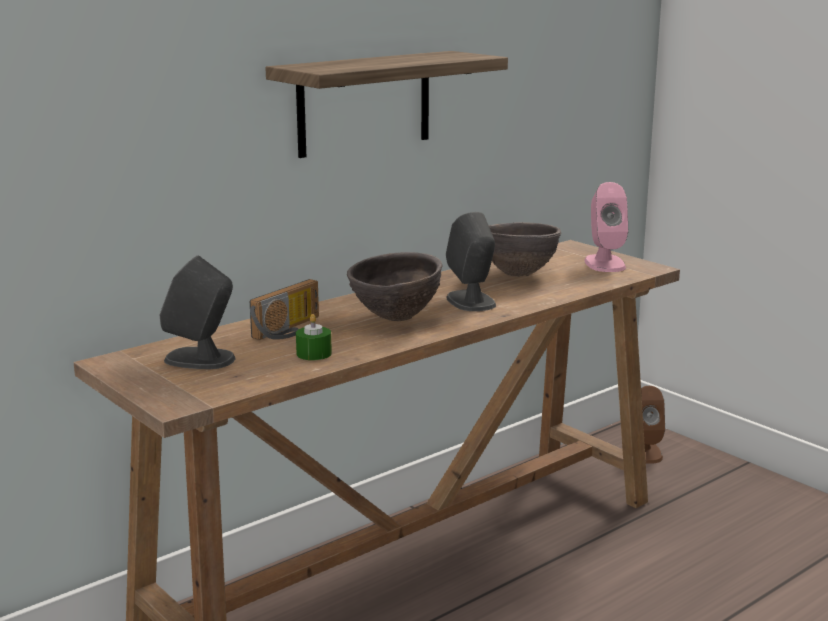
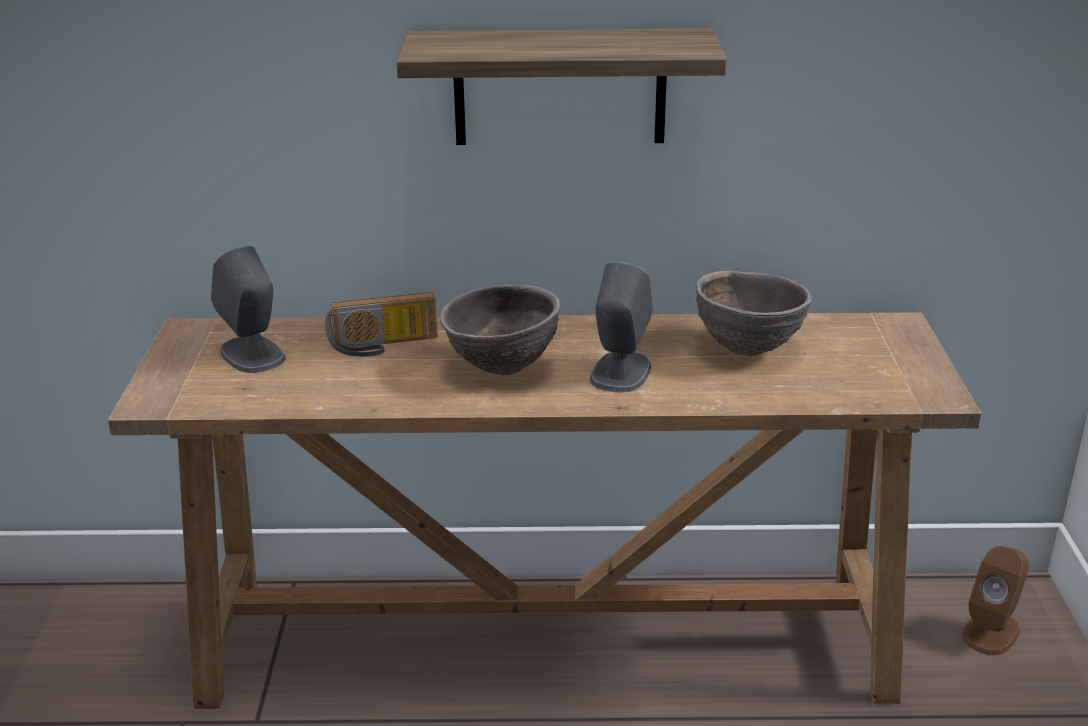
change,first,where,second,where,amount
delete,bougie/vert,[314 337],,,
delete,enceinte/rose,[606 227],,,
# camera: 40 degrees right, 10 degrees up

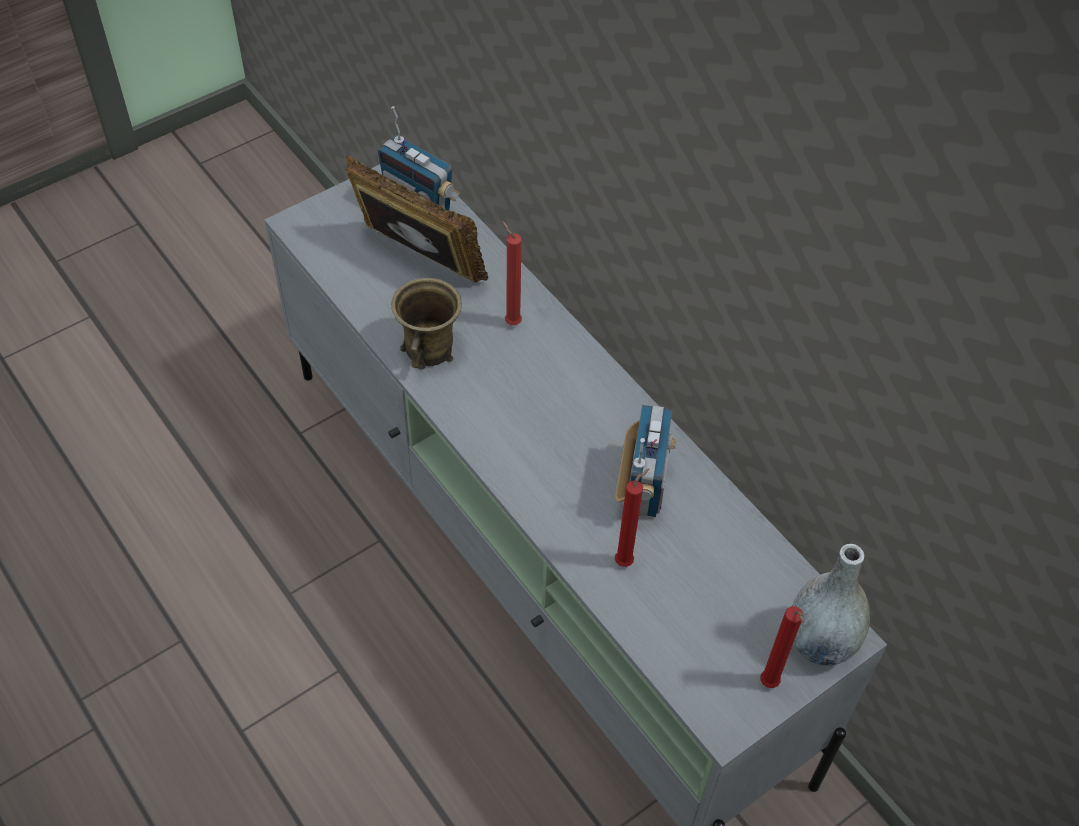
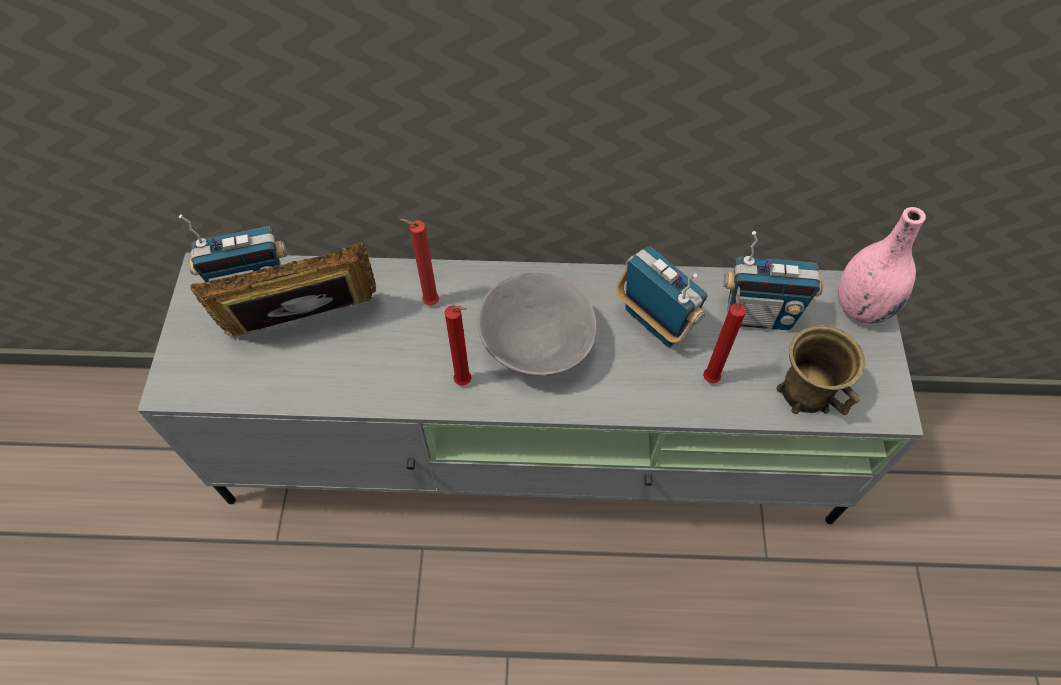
change,first,where,second,where,amount
move,bougie/rouge,[782 647],,[457 345],
insert,,,bol/gris,[537 323],
insert,,,radio,[773 280],
move,mug/marron,[426 324],,[821 370],
recolor,vase/gris,[831 605],vase/rose,[882 265],
# camera: 50 degrees left, 5 degrees up

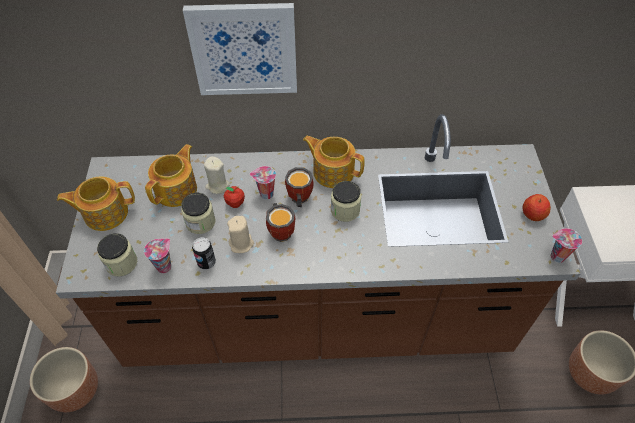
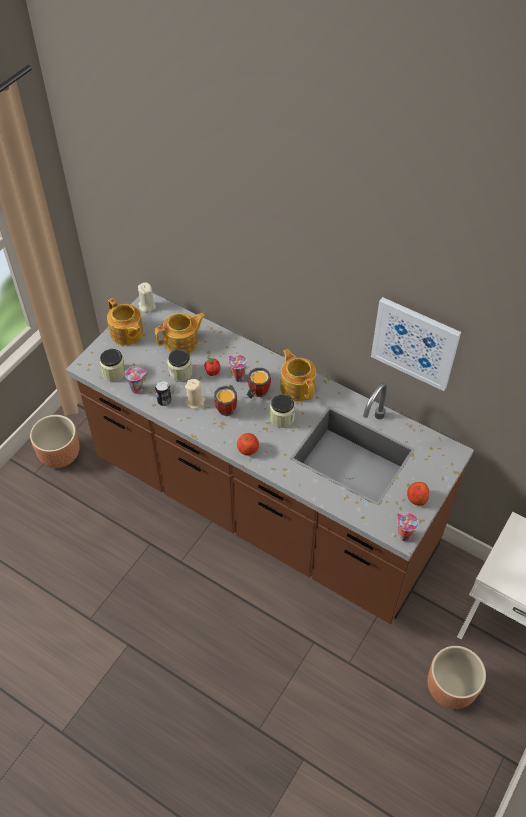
change,first,where,second,where,amount
rotate,théière,[96 204],,[125 321],150 degrees counterclockwise
move,bougie/beige,[217 175],,[147 297],
insert,,,pomme,[248 444],
move,tableau,[240 49],,[416 344],
# camera: 35 degrees right, 0 degrees up

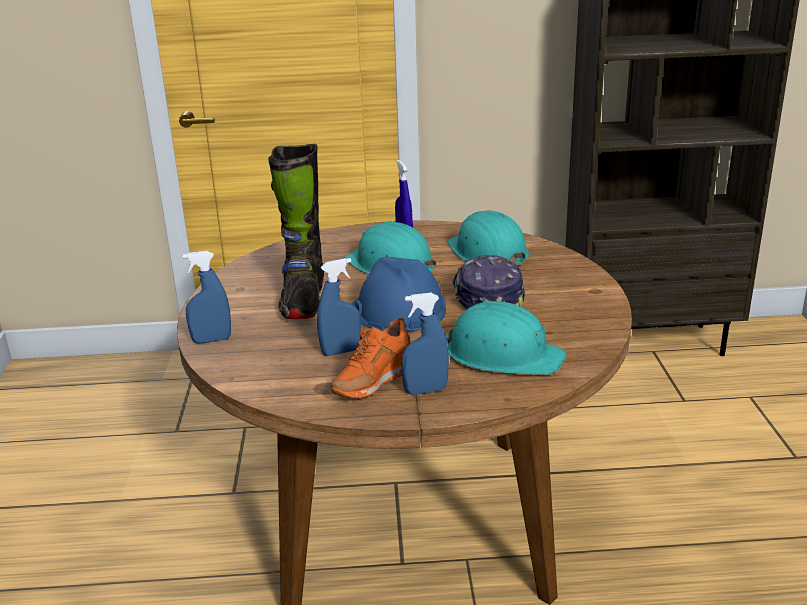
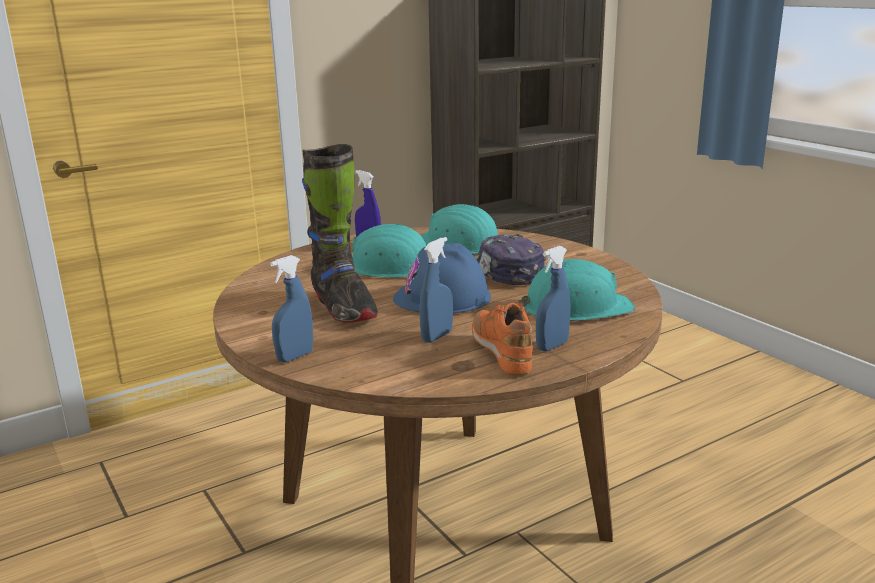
change,first,where,second,where,amount
rotate,chaussure/orange,[370 358],,[502 338],150 degrees clockwise
# camera: 30 degrees left, 5 degrees down

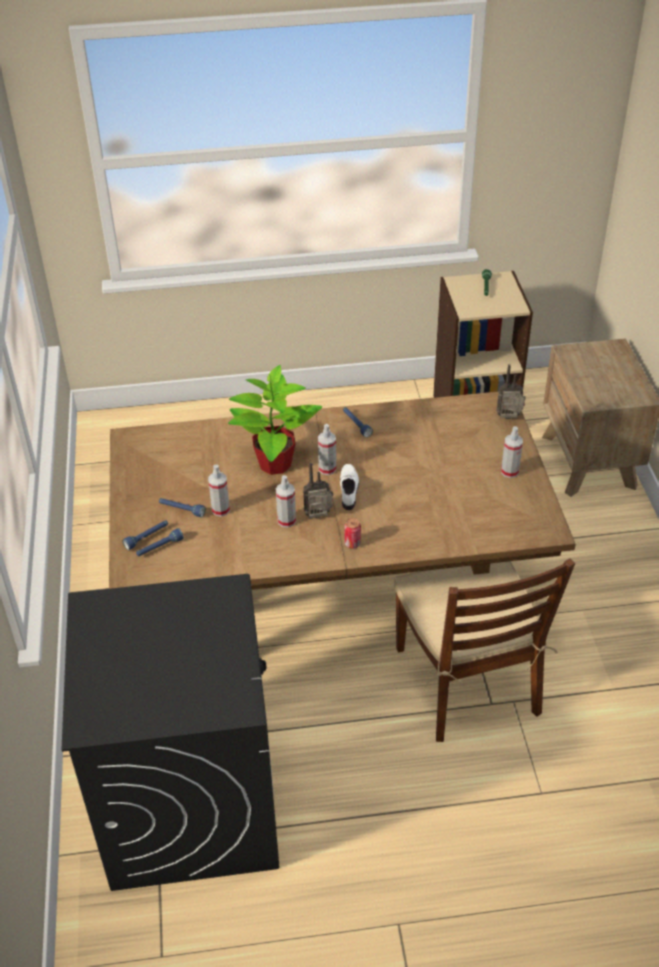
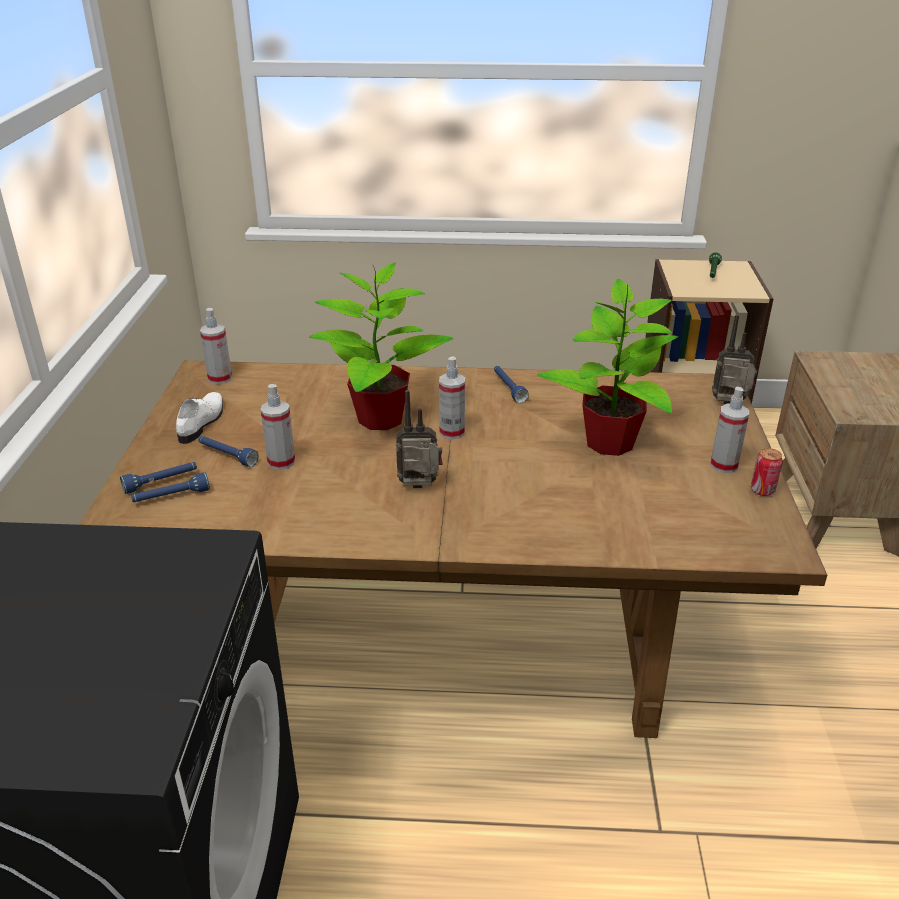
change,first,where,second,where,amount
move,chaussure/blanc,[349 487],,[199 418],
move,vaporisateur,[286 501],,[216 346],
insert,,,plante en pot,[608 367],
move,boîte métallique,[352 533],,[767 472],
delete,chaise/marron,[484 650],,,
# camera: 10 degrees right, 10 degrees down

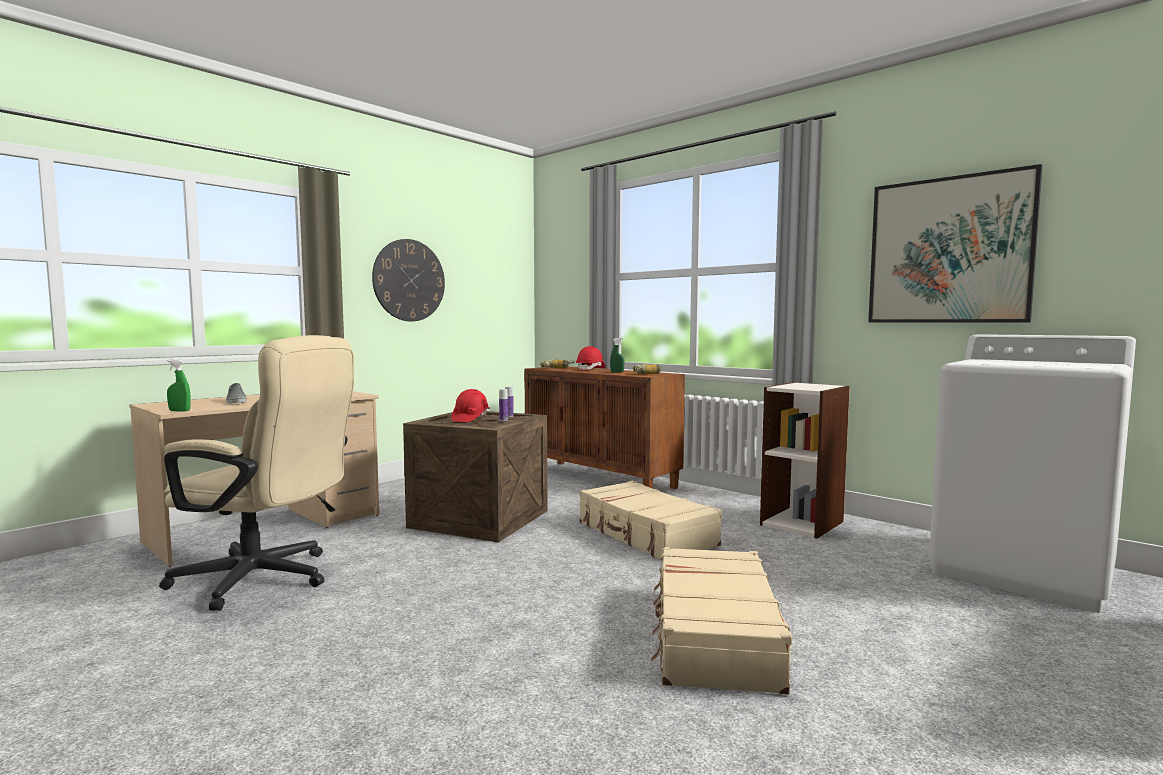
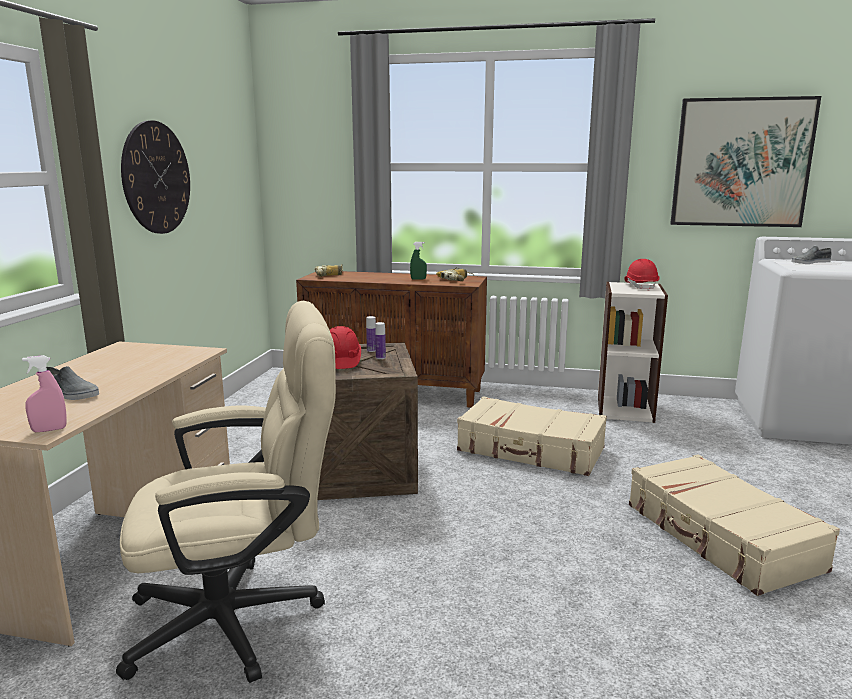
change,first,where,second,where,amount
recolor,vaporisateur/vert,[179 385],vaporisateur/rose,[44 393],
move,casque de chantier/rouge,[591 358],,[642 275],
insert,,,chaussure/gris,[811 255],
# camera: 30 degrees left, 10 degrees up

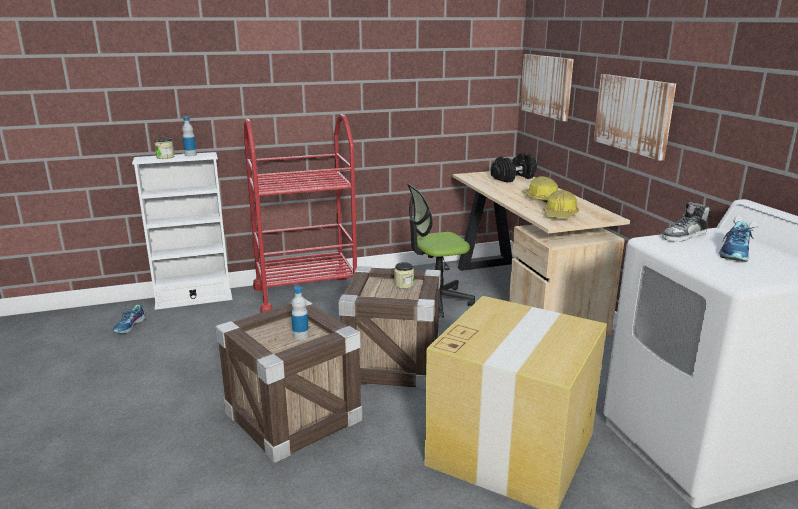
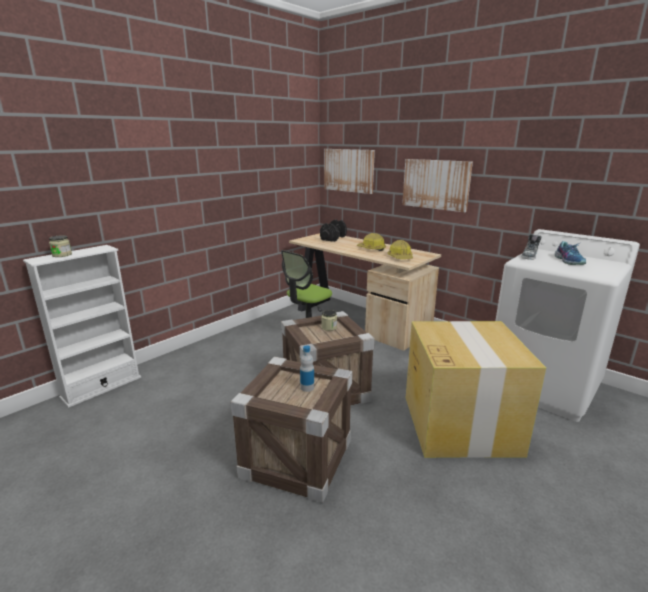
change,first,where,second,where,amount
delete,chaussure,[129 318],,,
delete,bouteille,[189 136],,,
delete,chariot/rouge,[300 213],,,
# camera: 30 degrees left, 0 degrees up

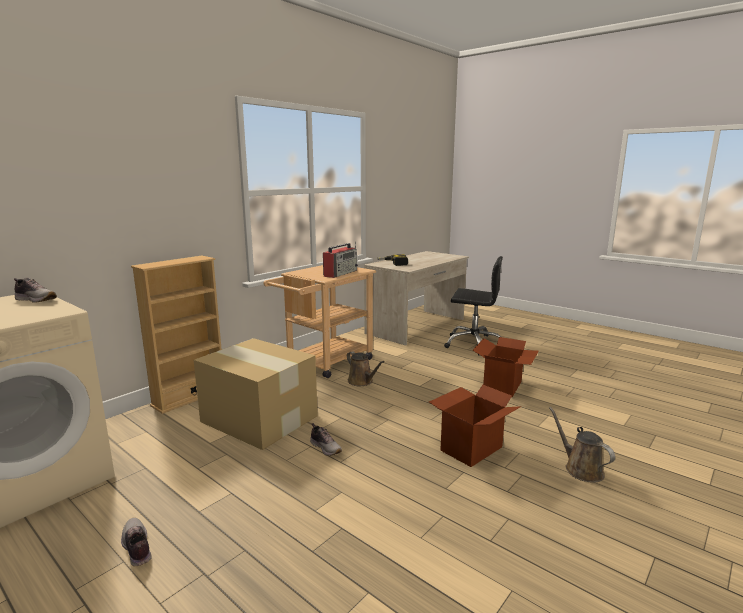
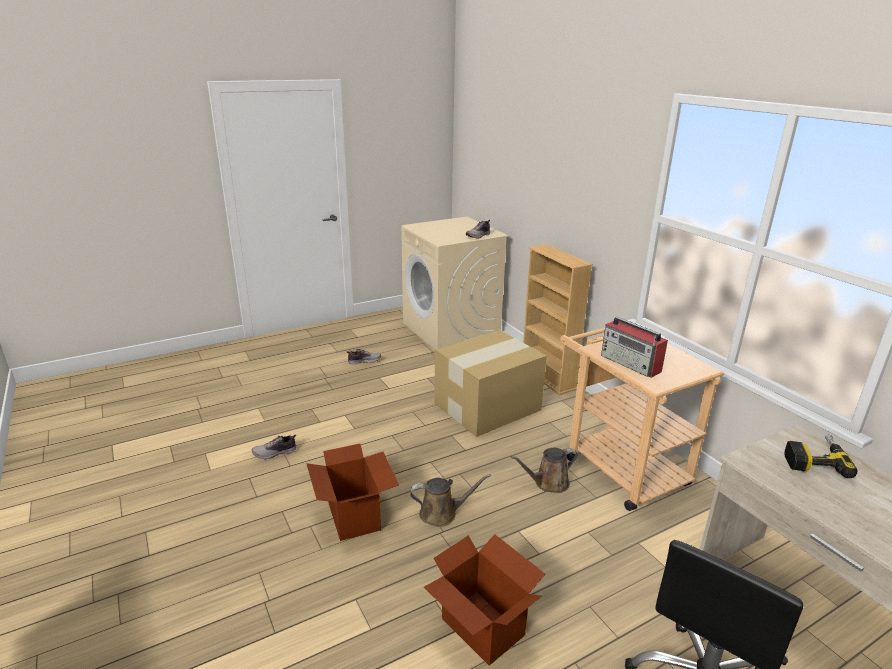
change,first,where,second,where,amount
move,chaussure,[326 439],,[274 447],
move,arrosoir/marron,[582 445],,[450 500],
# camera: 110 degrees right, 10 degrees up

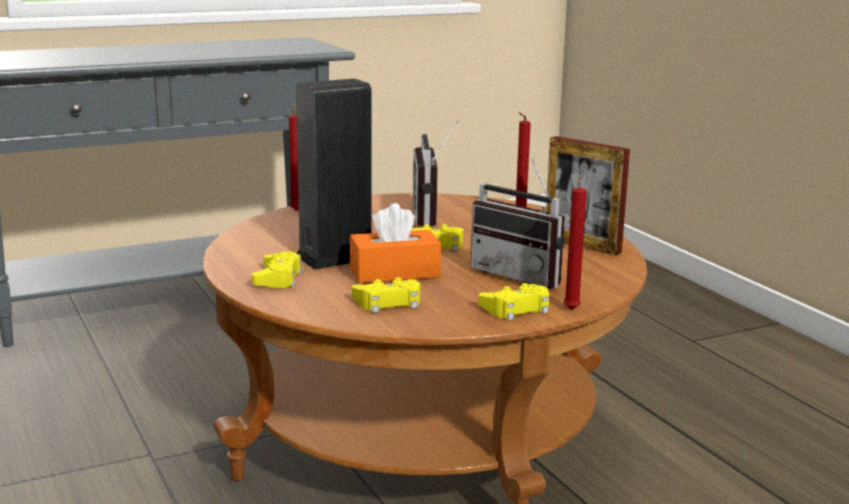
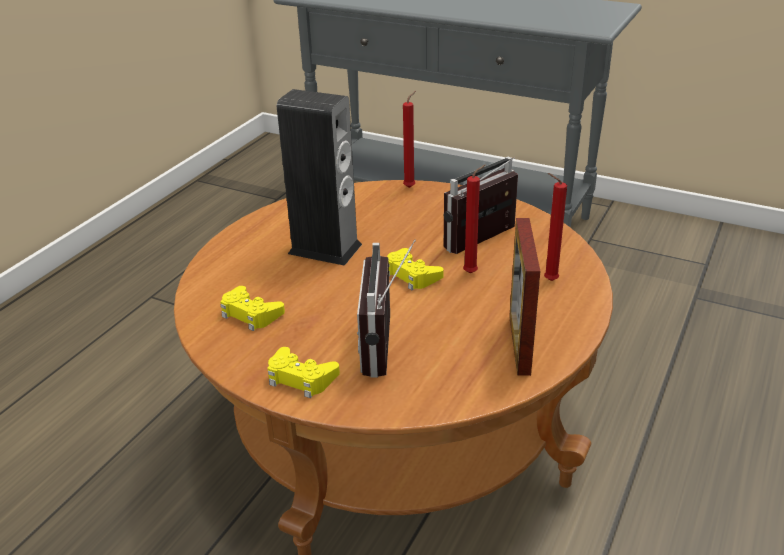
change,first,where,second,where,amount
move,bougie/rouge,[575 241],,[474 219],
delete,manette/jaune,[277 269],,,
delete,boîte à mouchoirs/orange,[395 243],,,
# camera: 55 degrees right, 15 degrees up

